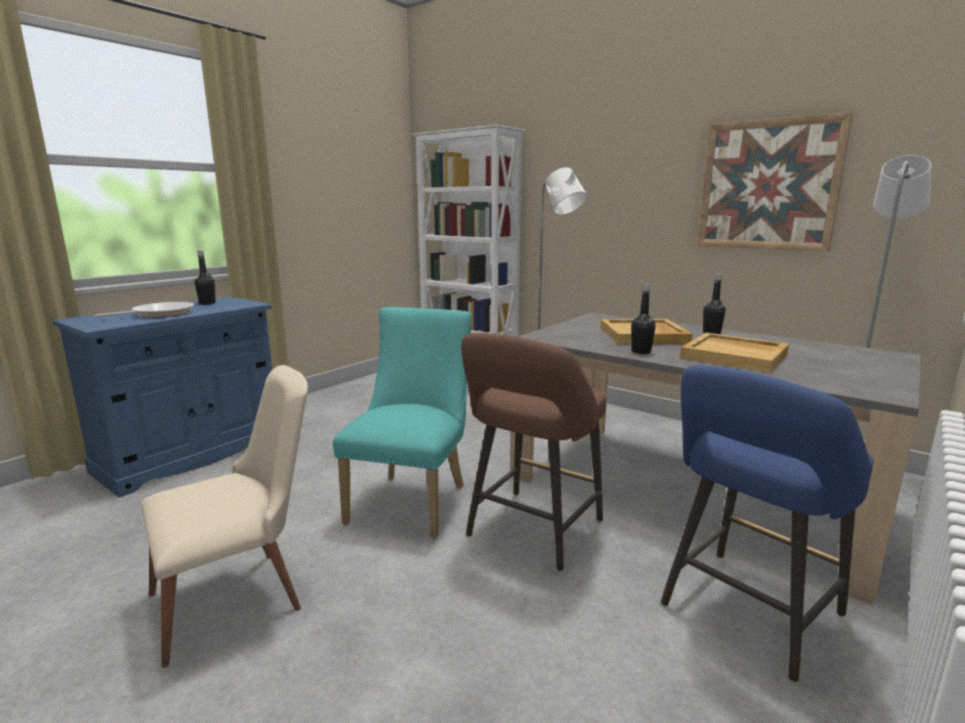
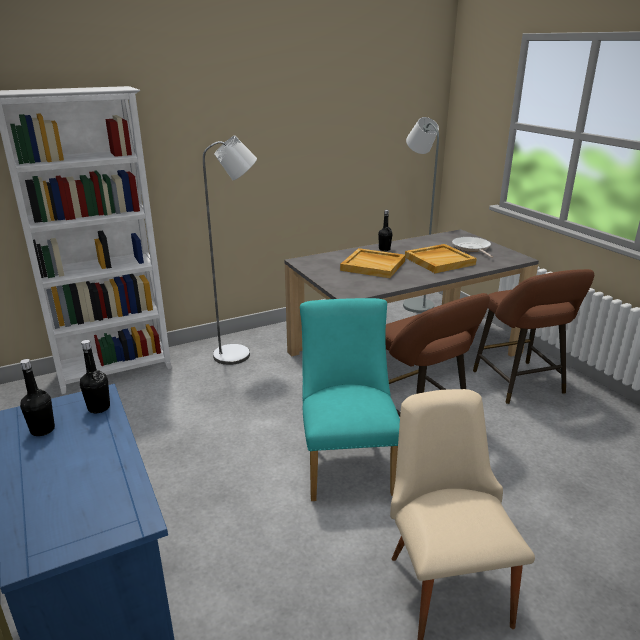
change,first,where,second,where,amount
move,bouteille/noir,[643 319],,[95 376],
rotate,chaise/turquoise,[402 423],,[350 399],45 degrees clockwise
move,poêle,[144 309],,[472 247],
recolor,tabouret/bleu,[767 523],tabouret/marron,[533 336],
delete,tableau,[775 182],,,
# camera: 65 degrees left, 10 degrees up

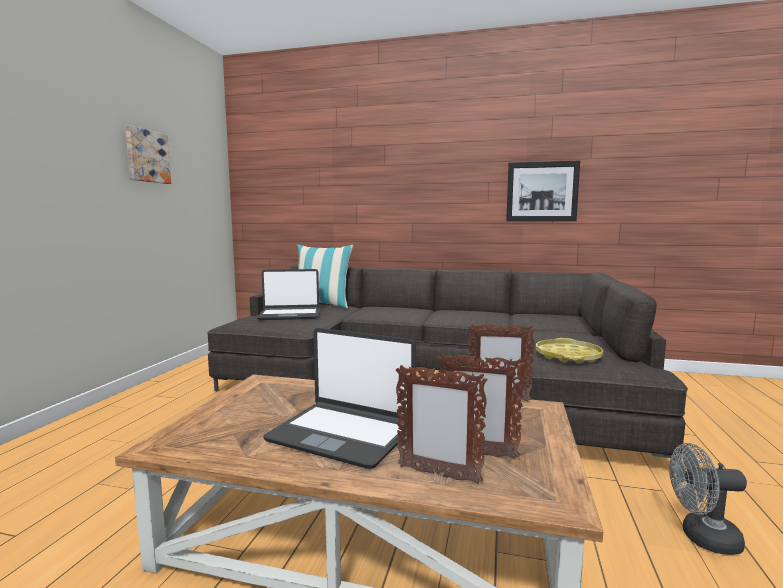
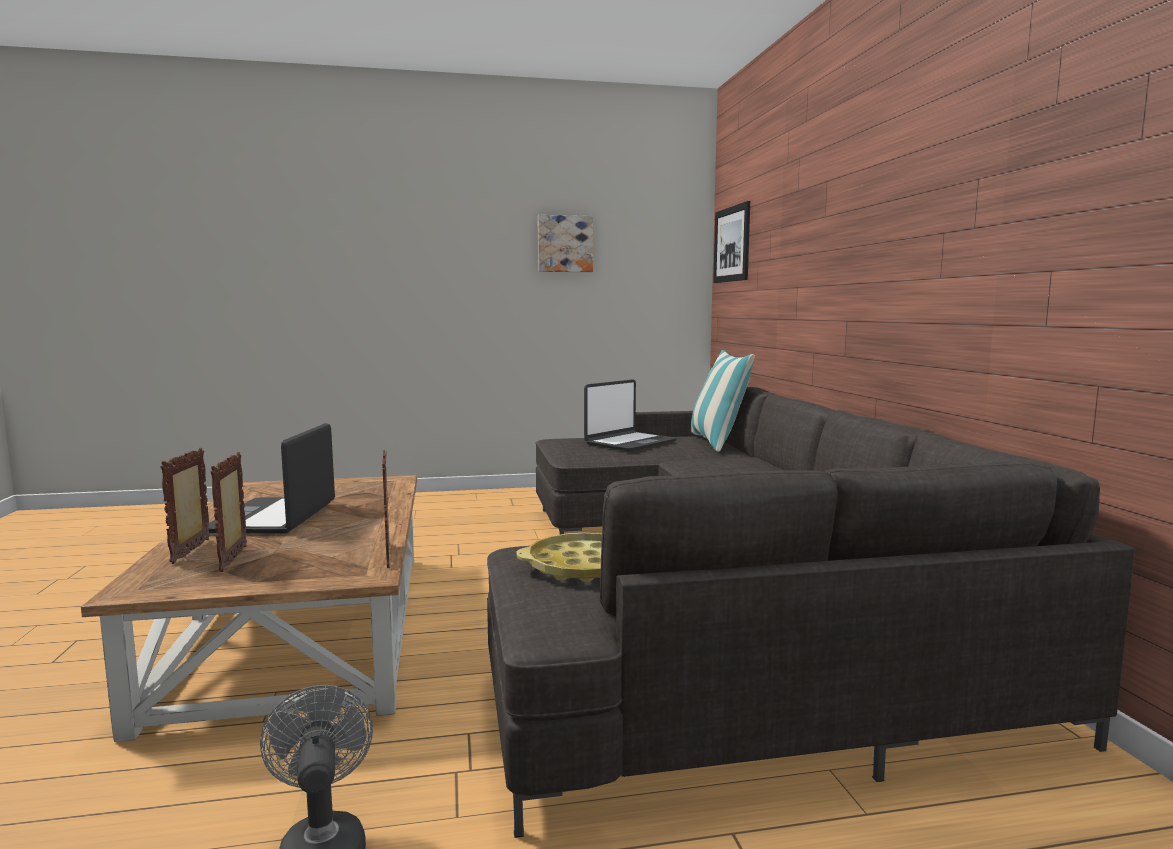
change,first,where,second,where,amount
rotate,ordinateur portable,[288 294],,[630 415],105 degrees counterclockwise
move,tableau,[543 190],,[731 242],
# camera: 65 degrees right, 0 degrees up

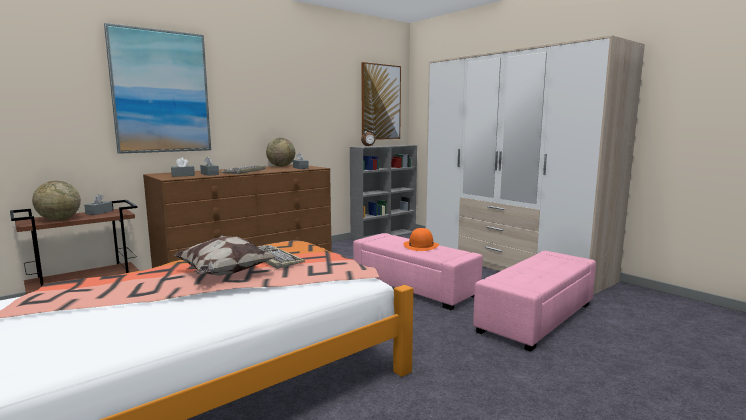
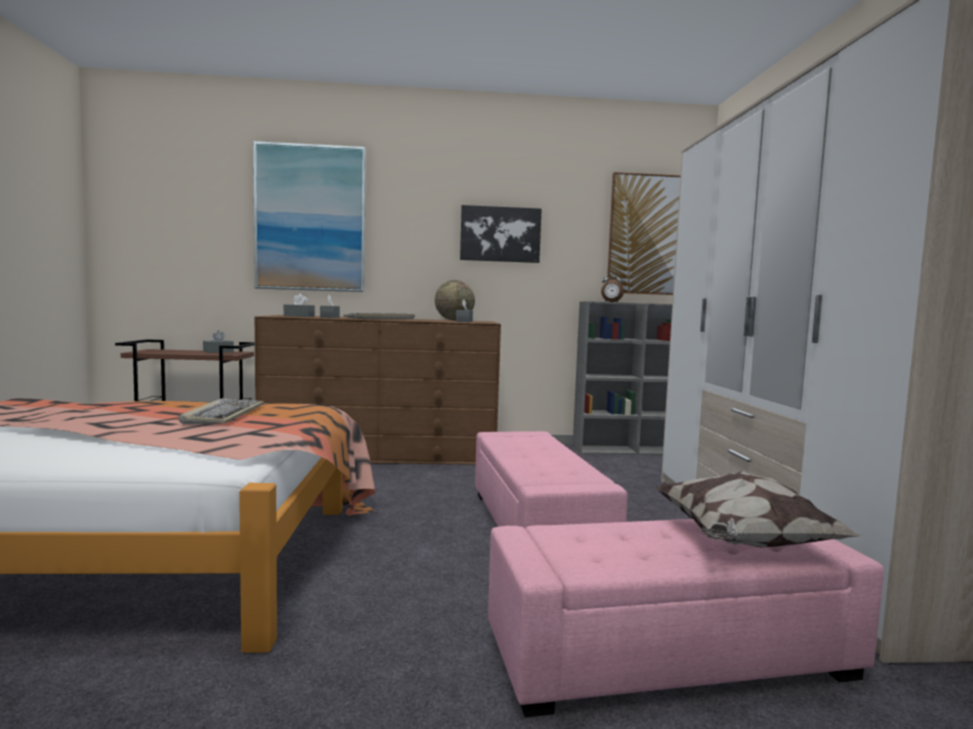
change,first,where,second,where,amount
insert,,,tableau,[501 234],
move,coussin,[225 256],,[757 509],
delete,globe,[56 200],,,
delete,chapeau/orange,[421 239],,,
# camera: 35 degrees right, 5 degrees down

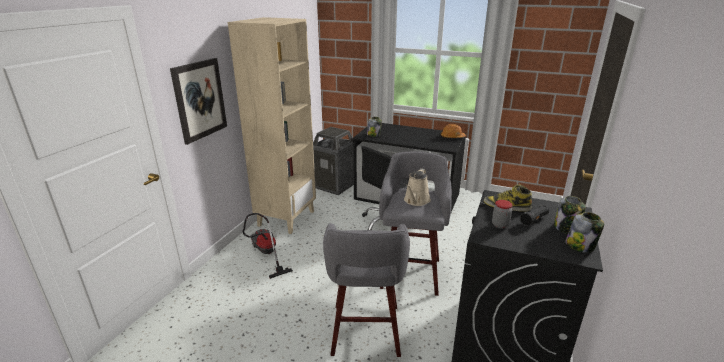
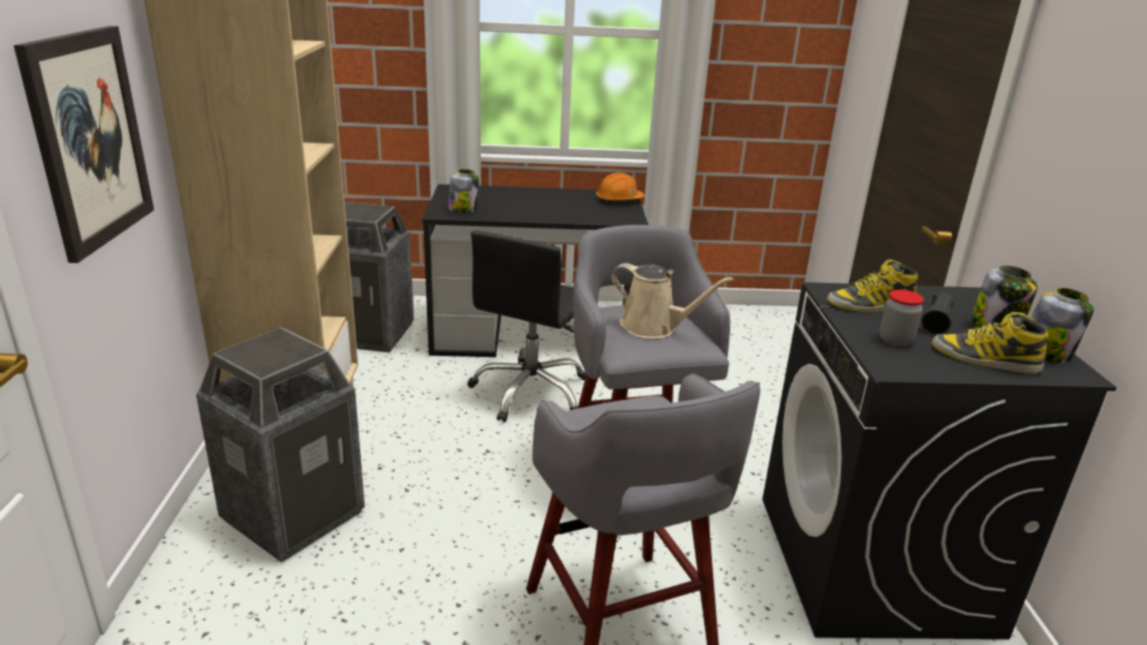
change,first,where,second,where,amount
replace,aspirateur,[267 246],poubelle,[280 444],
rotate,arrosoir/beige,[417 187],,[672 301],60 degrees counterclockwise
insert,,,botte,[990 343],
# camera: 25 degrees left, 0 degrees up

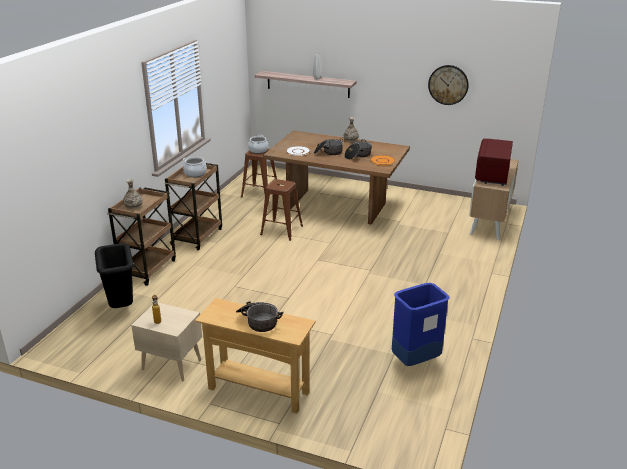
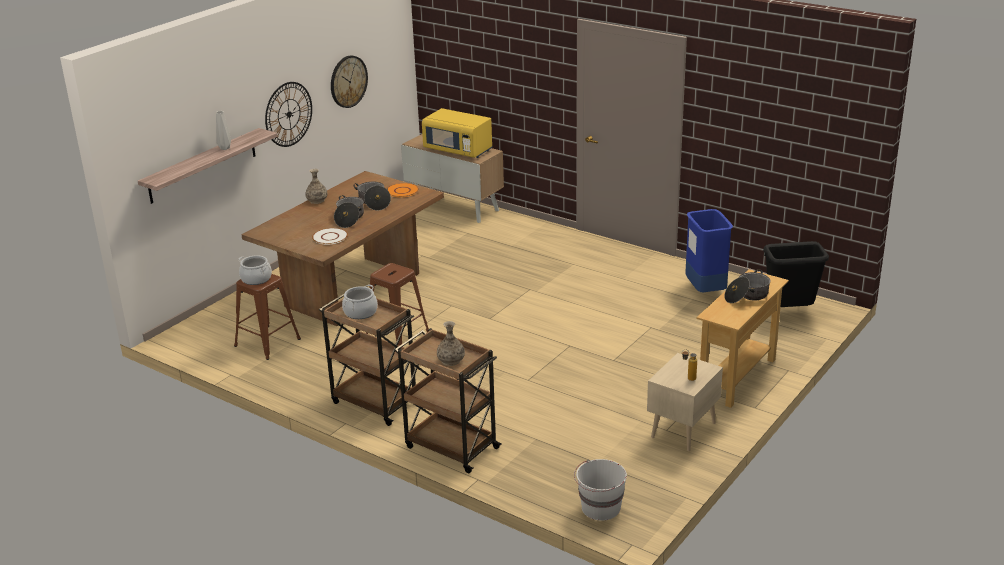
change,first,where,second,where,amount
insert,,,horloge murale,[288 114],
recolor,micro-ondes/rouge,[494 162],micro-ondes/jaune,[457 133],
insert,,,seau/blanc,[600 489],
move,poubelle/noir,[114 275],,[796 274],
# camera: 75 degrees left, 0 degrees up

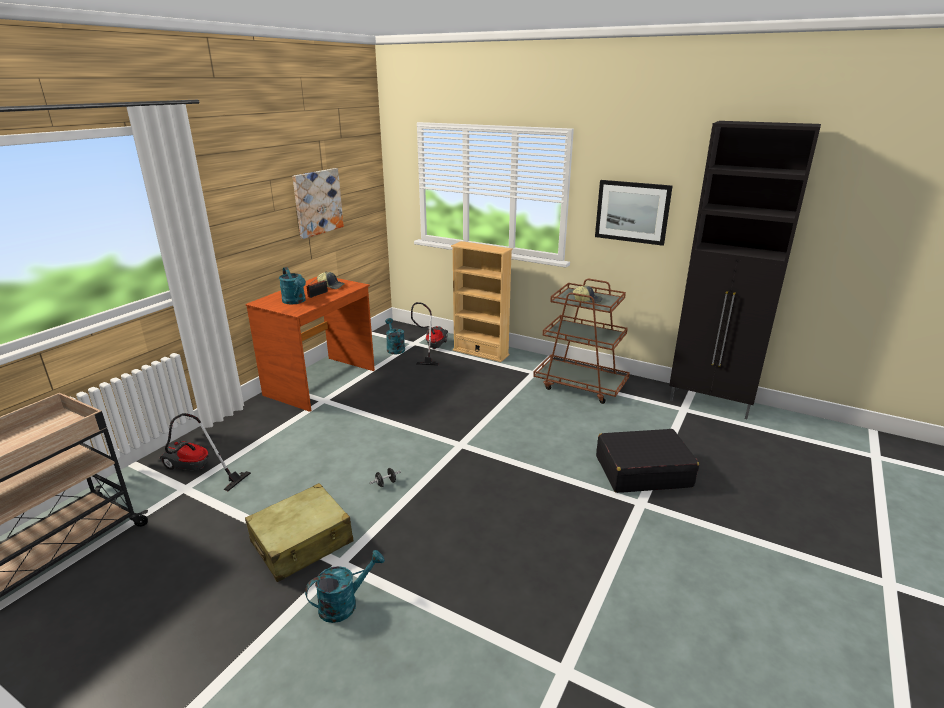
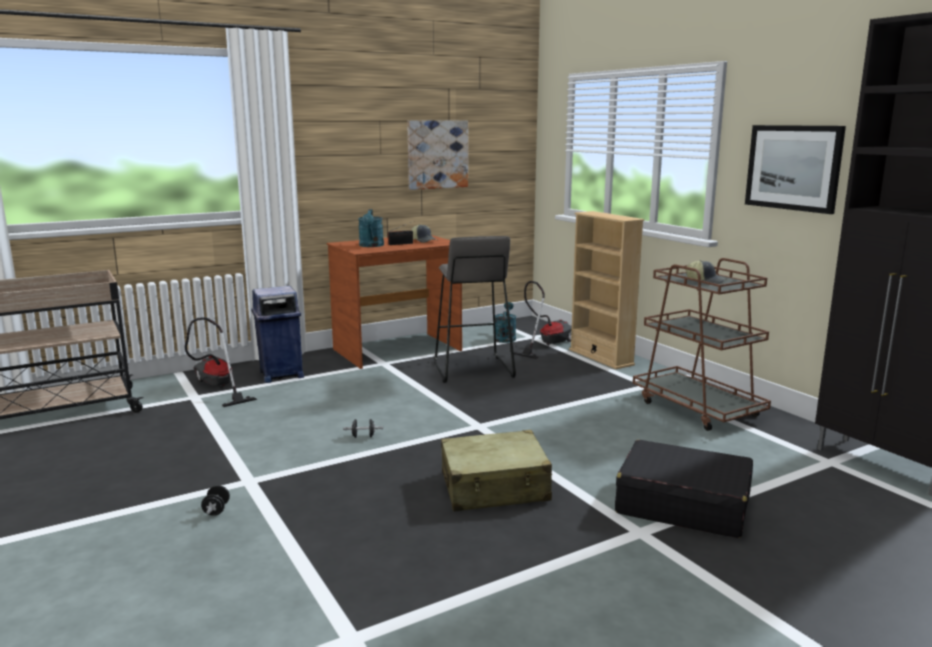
change,first,where,second,where,amount
replace,arrosoir/turquoise,[345 586],haltère/noir,[215 500],
insert,,,poubelle/bleu,[277 334],
insert,,,tabouret/gris,[475 309],
move,valise/beige,[299 532],,[496 470],
# camera: 30 degrees right, 10 degrees down

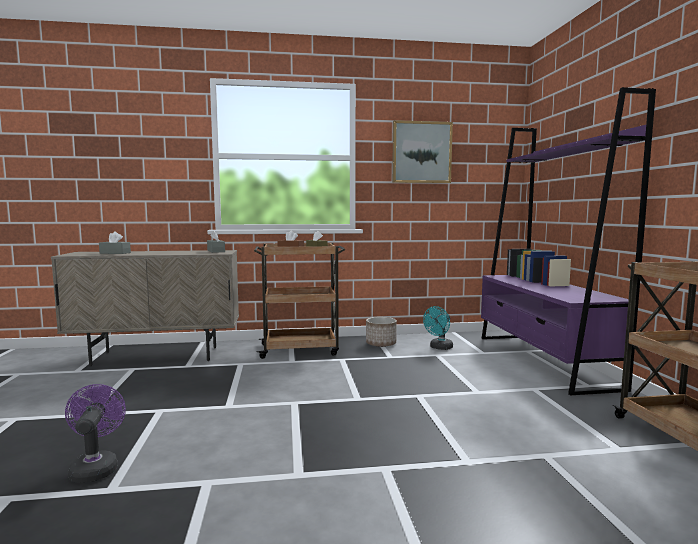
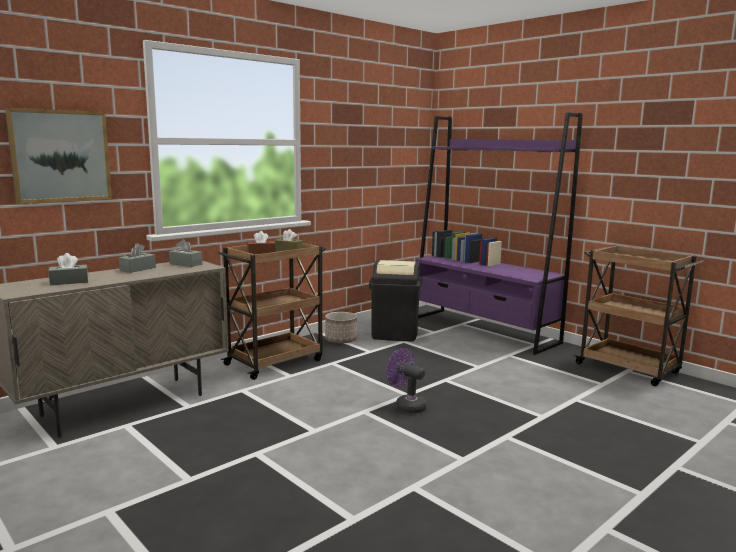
change,first,where,second,where,amount
move,tableau,[422 151],,[58 156],
insert,,,boîte à mouchoirs/gris,[137 258],
replace,ventilateur/turquoise,[438 328],poubelle/noir,[395 301],
move,ventilateur/violet,[95 433],,[406 381],
# camera: 35 degrees left, 5 degrees up

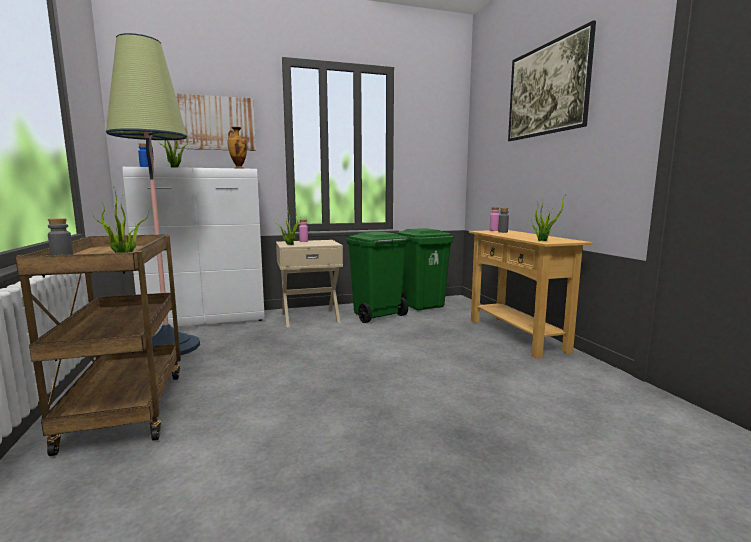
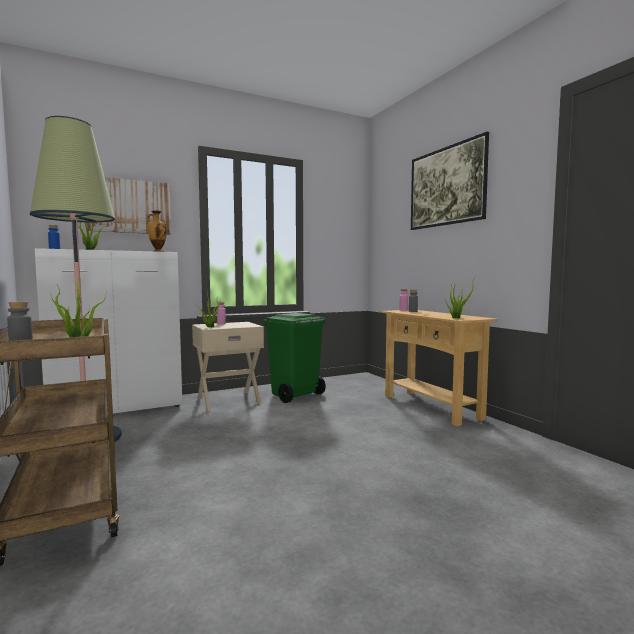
change,first,where,second,where,amount
delete,poubelle/vert,[425 269],,,
# camera: 10 degrees left, 5 degrees down

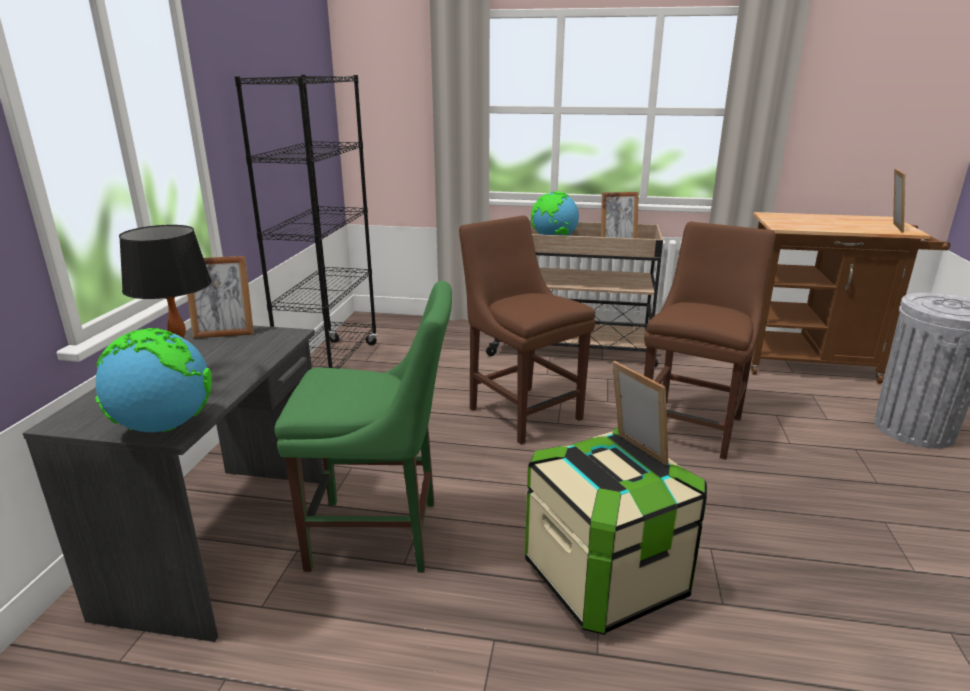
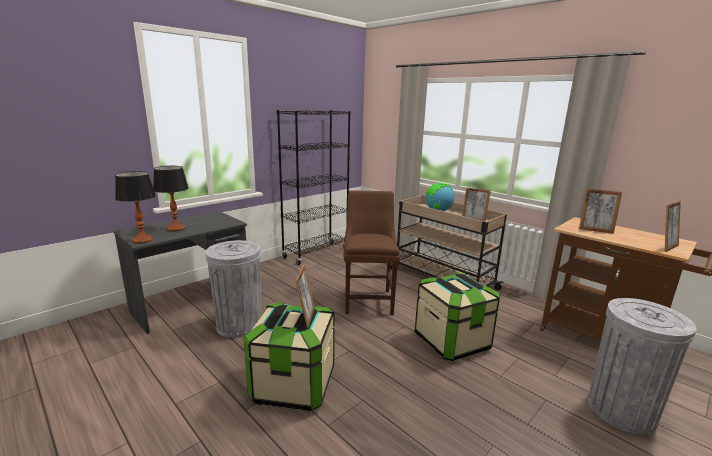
change,first,where,second,where,amount
replace,globe,[153 380],lampe de table,[135 207],
replace,chaise/vert,[363 427],poubelle/gris,[233 289],
replace,chaise/marron,[709 341],boîte de rangement,[457 316],
move,cadre photo,[220 297],,[600 211],
# camera: 35 degrees right, 5 degrees down

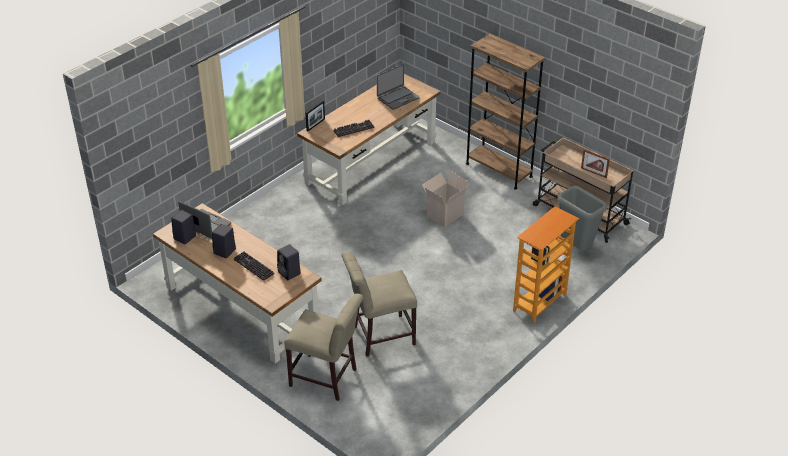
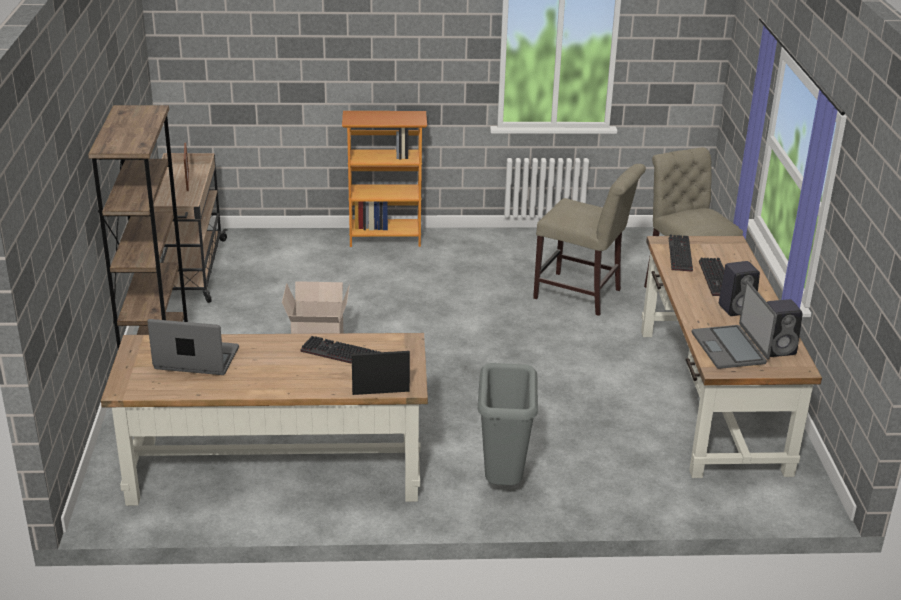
change,first,where,second,where,amount
move,poubelle/gris,[582 218],,[508 424],
replace,enceinte/noir,[289 262],clavier,[681 253],
# camera: 135 degrees left, 10 degrees down

